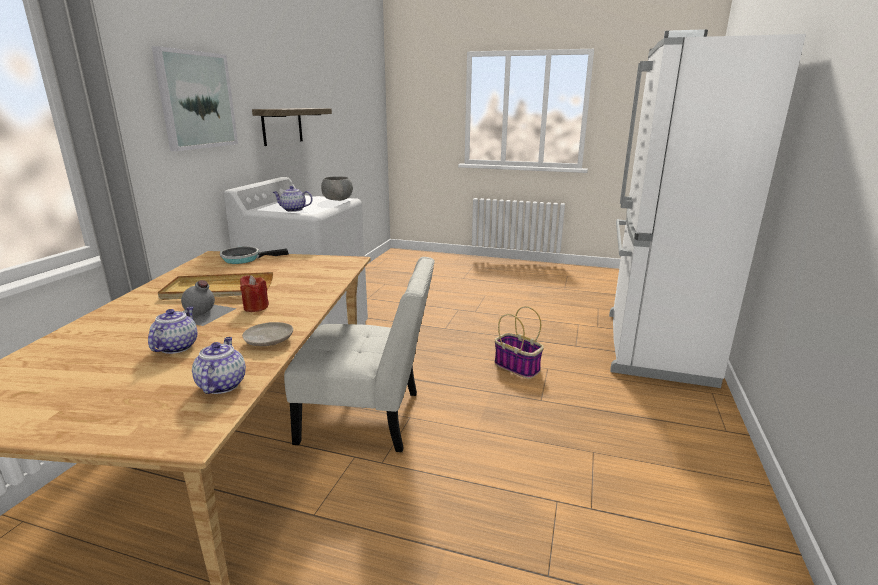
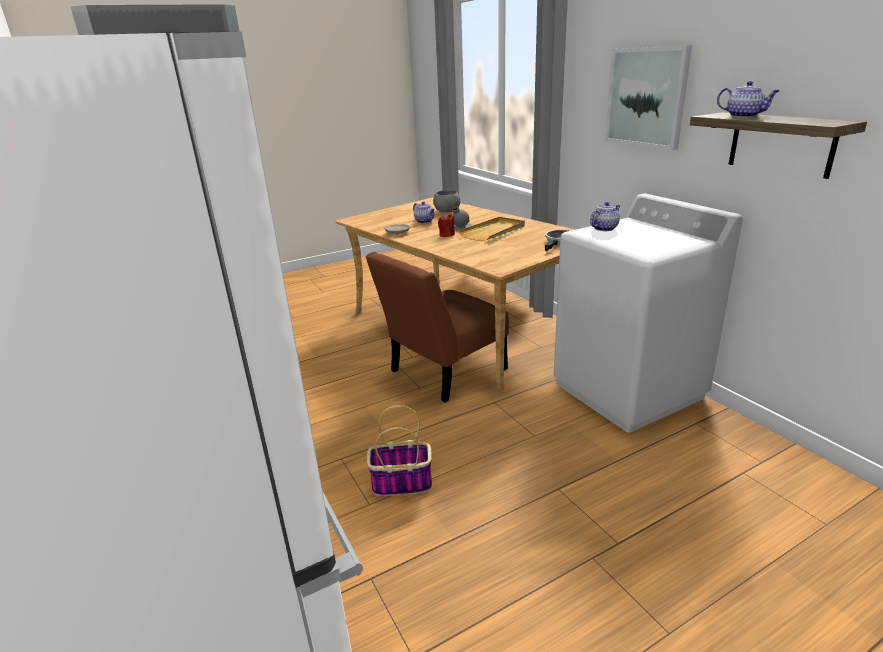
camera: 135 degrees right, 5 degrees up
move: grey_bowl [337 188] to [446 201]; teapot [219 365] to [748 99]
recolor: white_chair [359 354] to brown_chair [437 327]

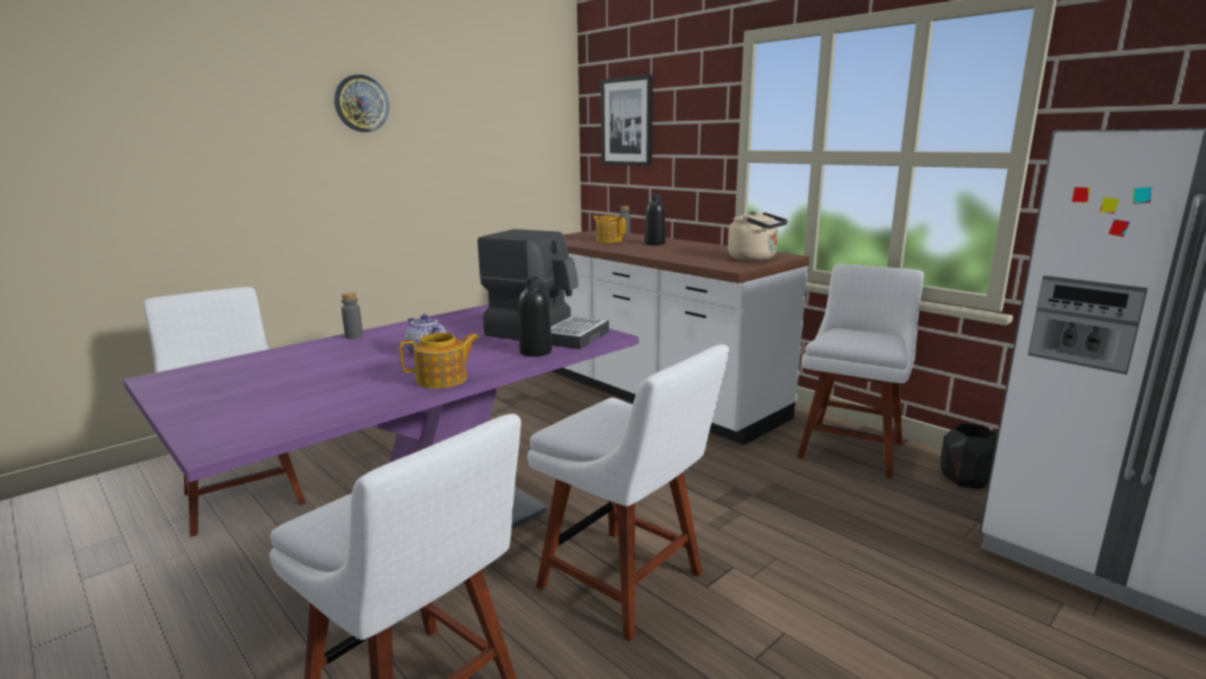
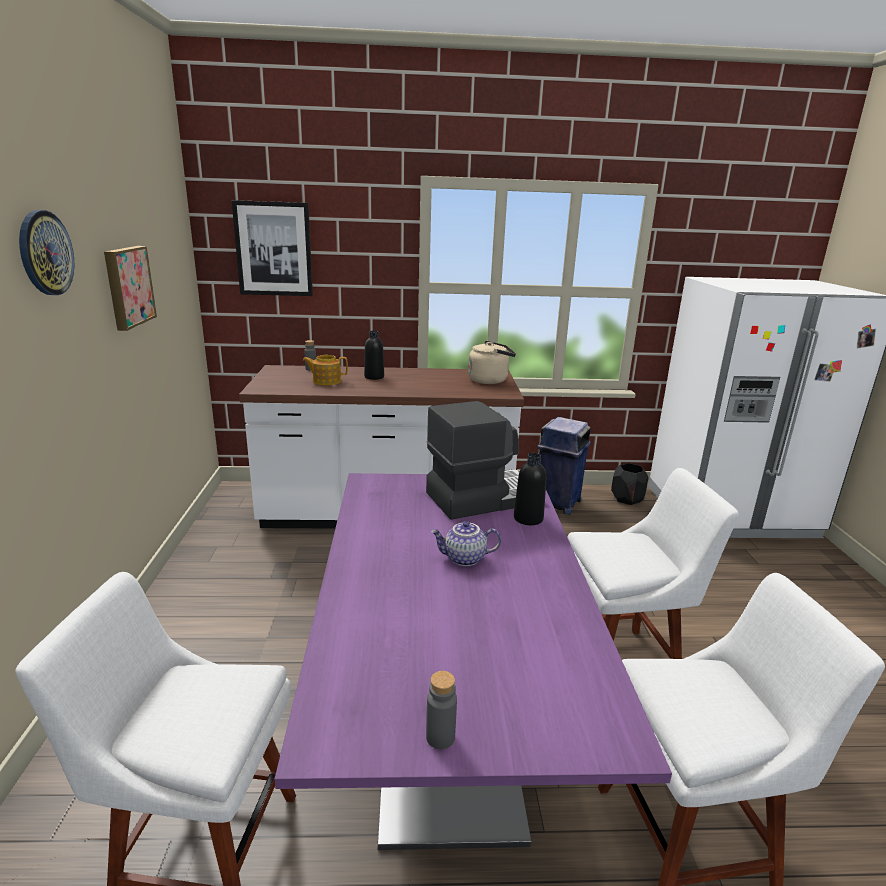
camera: 50 degrees left, 5 degrees up
delete: teapot [440 361]
insert: picture [130 288]
move: grey_bottle [352 315] to [441 710]
replace: white_chair [860 371] to blue_trash_can [564 466]

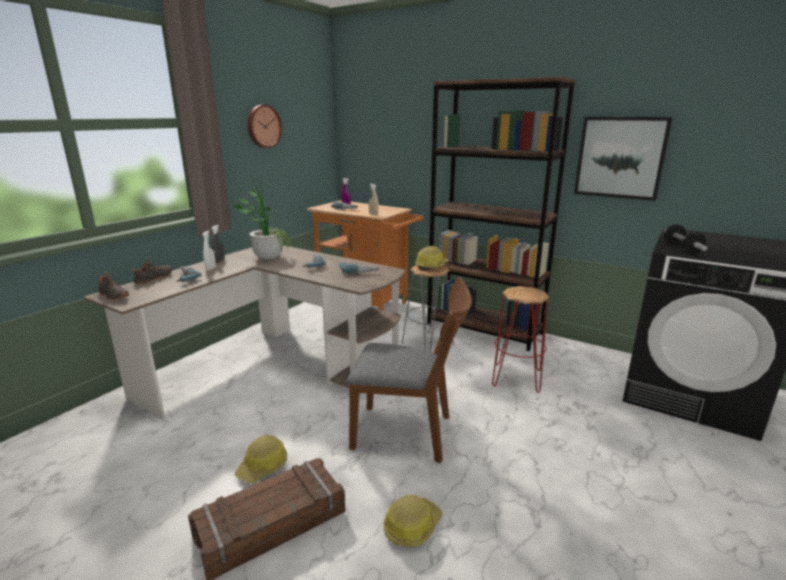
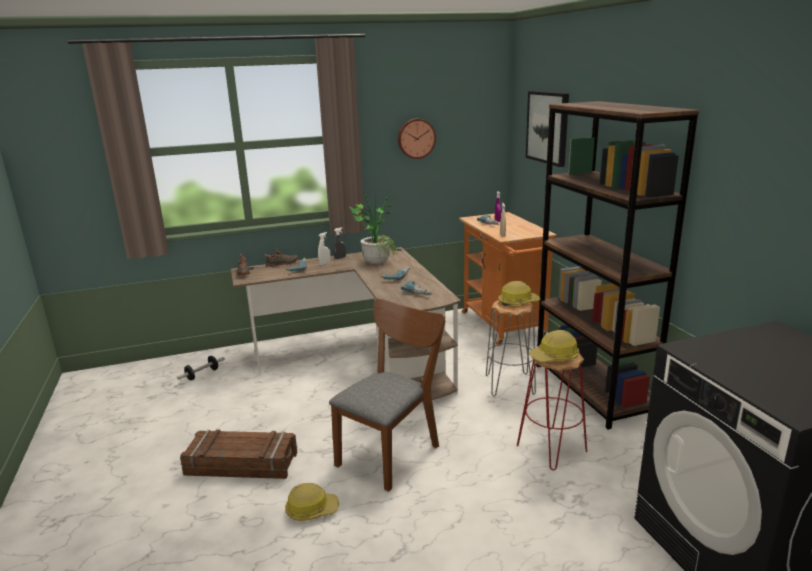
camera: 40 degrees right, 0 degrees up
move: picture [623 159] to [547 129]; dumbbell [685 239] to [201 368]; hard_hat [261 459] to [554 346]
rotate: brown_chair [409 370] = [387 395] 105 degrees counterclockwise

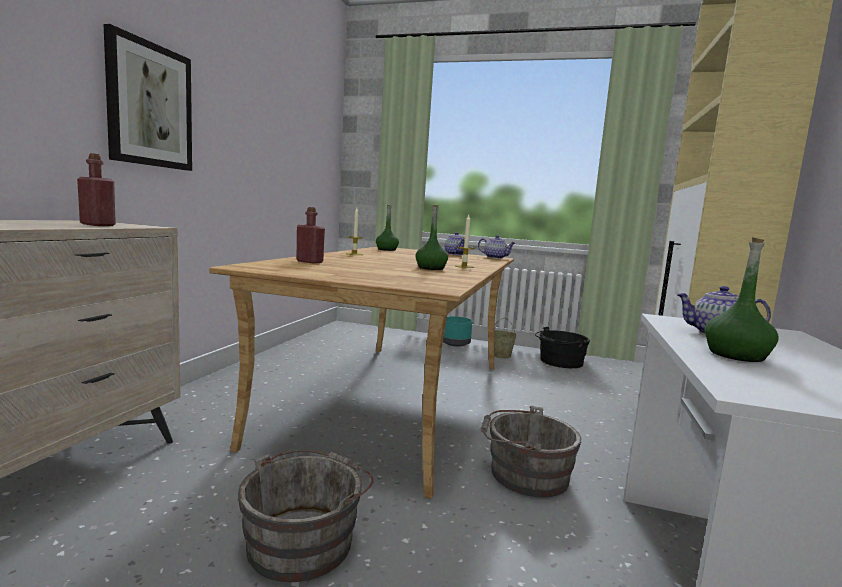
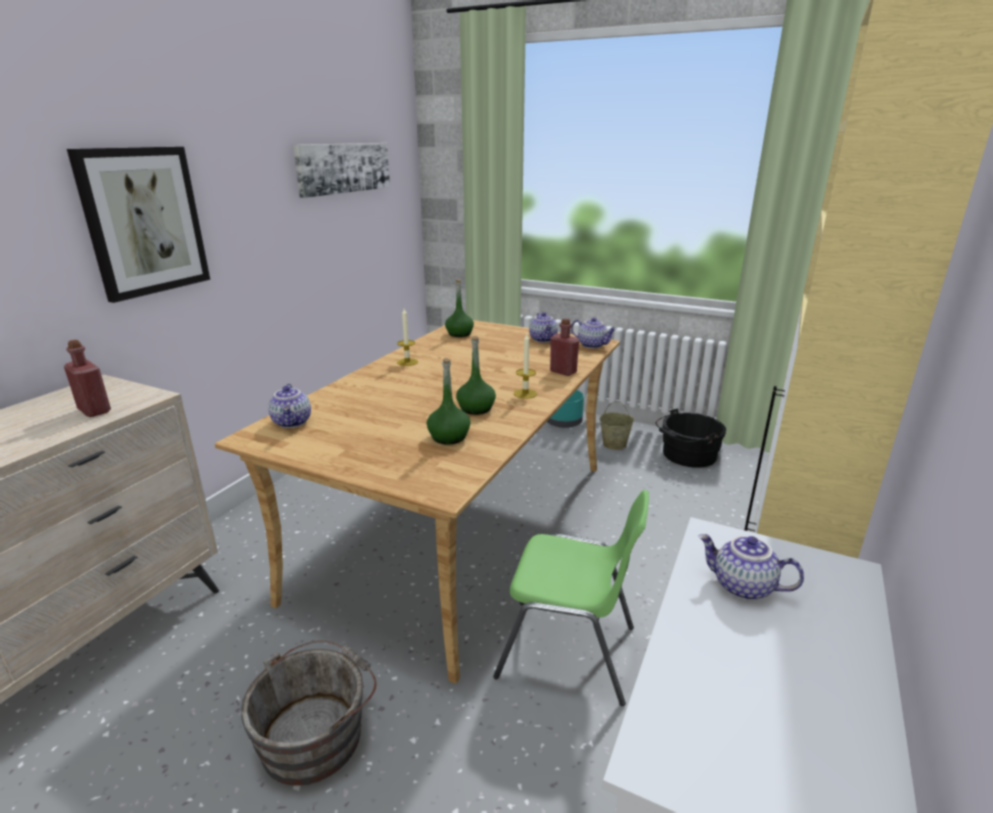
camera: 10 degrees right, 15 degrees up
insert: picture [341 170]; teapot [289 406]
move: red_bottle [310 235] to [565 347]; green_bottle [742 299] to [449 401]
replace: grey_bucket [531 451] to green_chair [571 598]

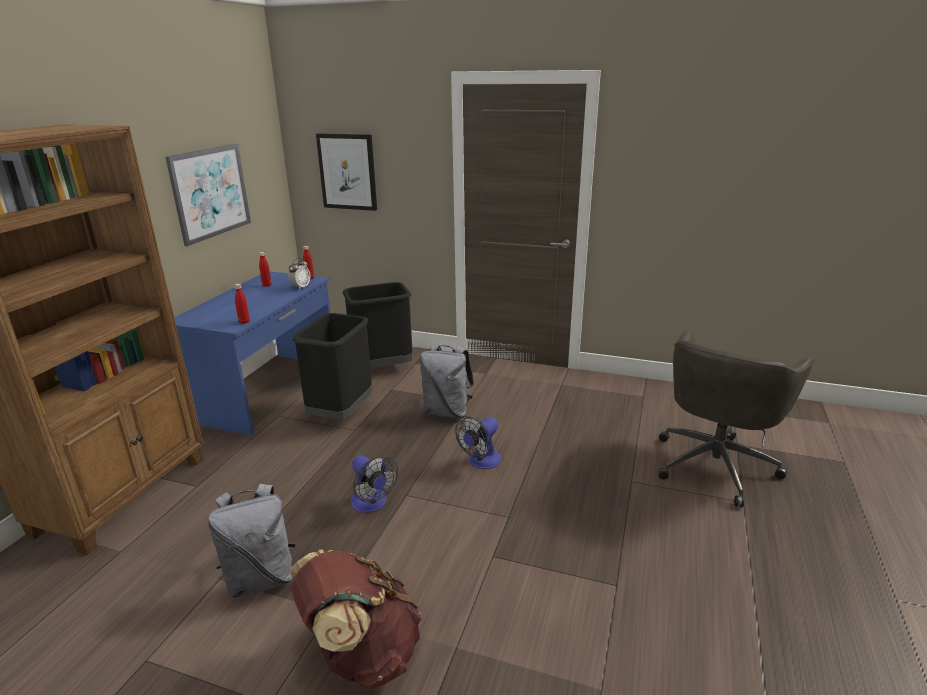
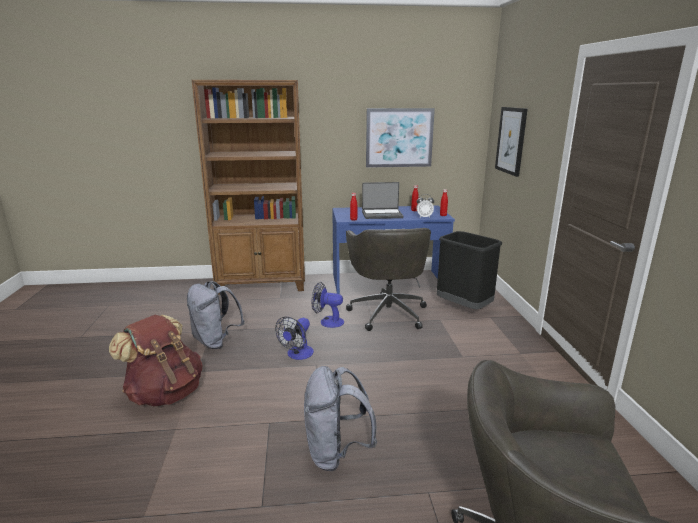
camera: 65 degrees right, 5 degrees down
insert: laptop [382 200]
move: grey_backpack [447 381] to [340 418]; fan [478 442] to [328 305]
replace: black_trash_can [332 366] to grey_office_chair [388 279]

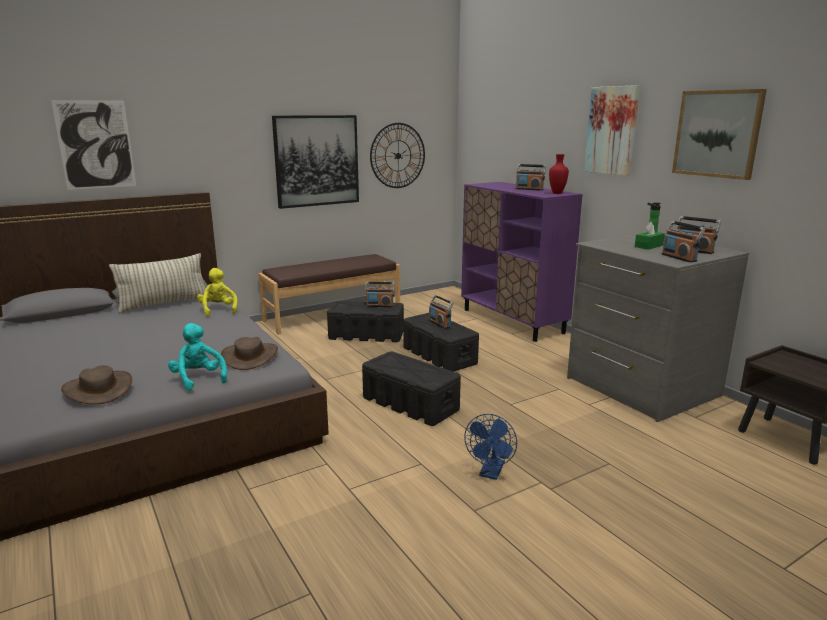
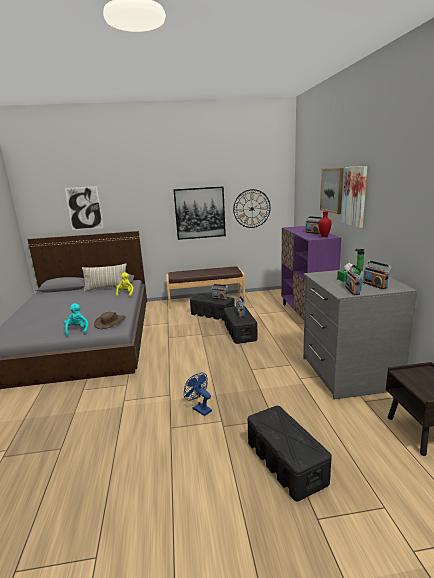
camera: 25 degrees right, 0 degrees up
delete: brown_hat [96 384]
move: picture [719 134] to [332 191]; black_storage_box [411 388] to [290 453]
rotate: blue_fan [490 447] = [198 394] 90 degrees clockwise

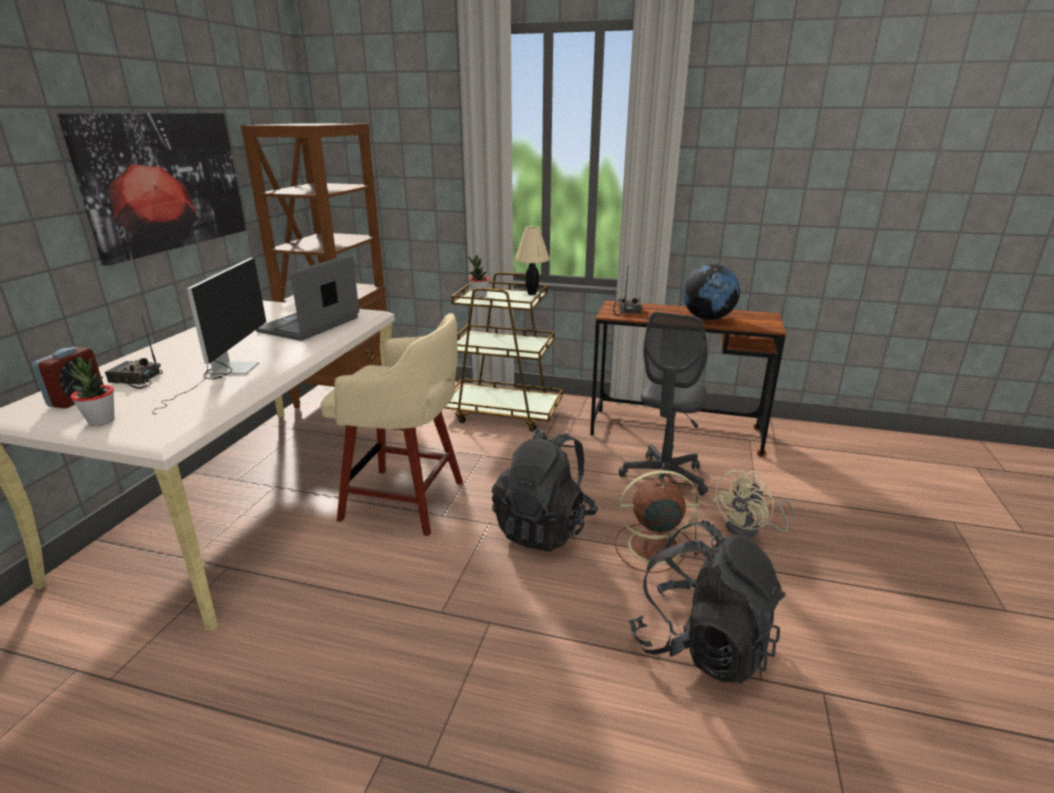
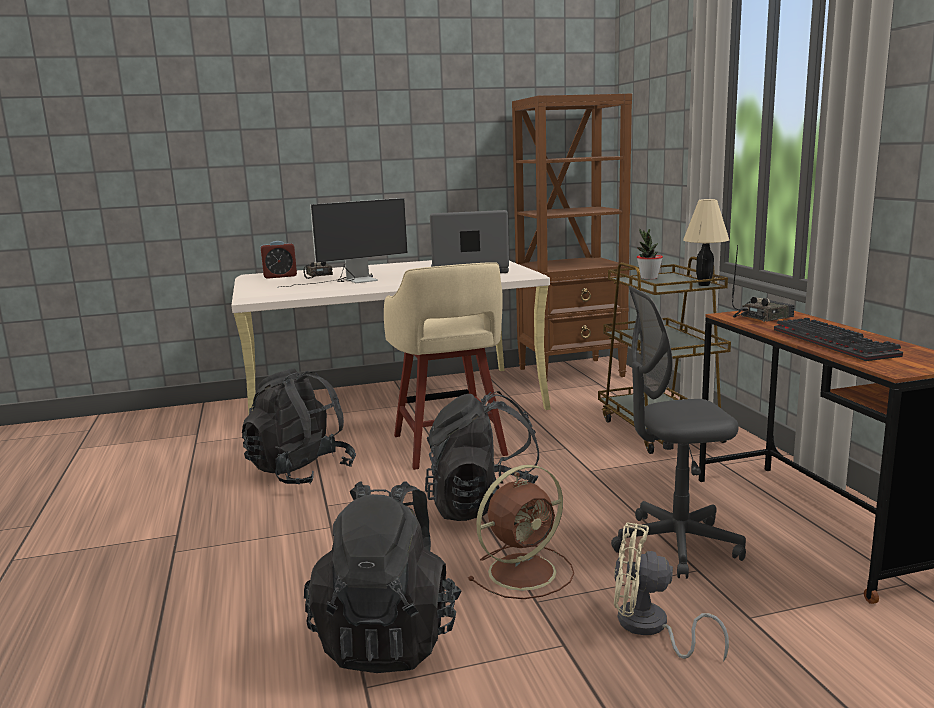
camera: 60 degrees right, 10 degrees down
delete: picture [152 189]; potted_plant [92 390]
insert: black_backpack [299 426]
replace: globe [711 292] to keyboard [838 339]
rotate: brown_fan [657 521] = [521 532] 90 degrees clockwise

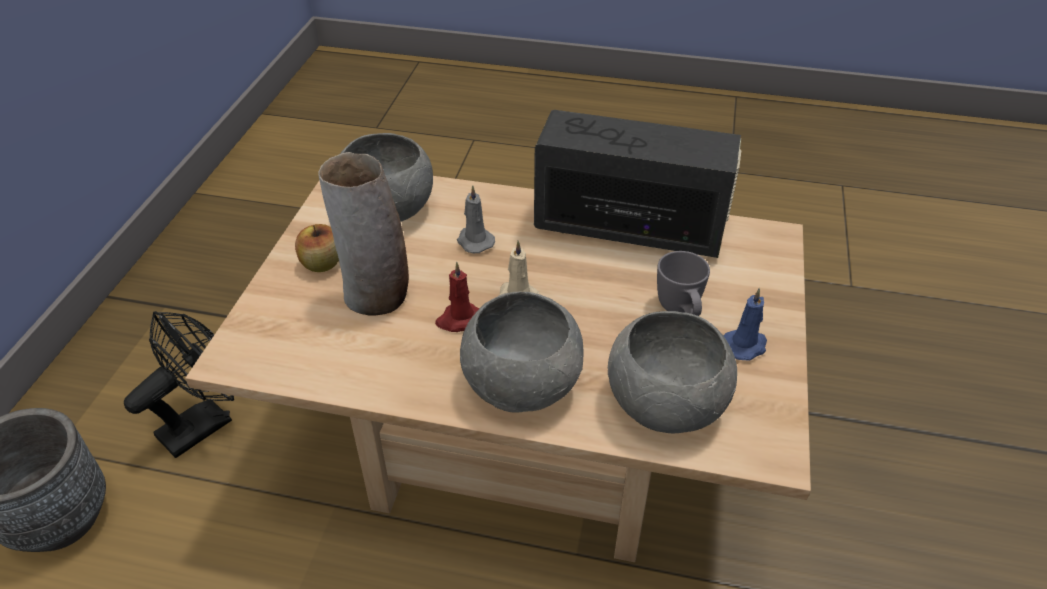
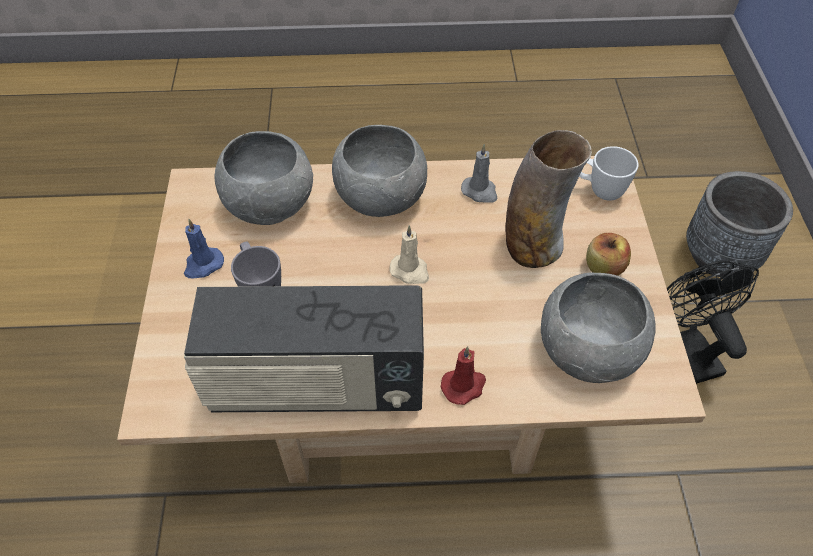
camera: 165 degrees right, 10 degrees up
insert: white_mug [609 173]
move: grey_candle [476 219] to [479 173]; red_candle [457 297] to [463 375]
rotate: black_fan [179 384] = [713 322] 135 degrees clockwise

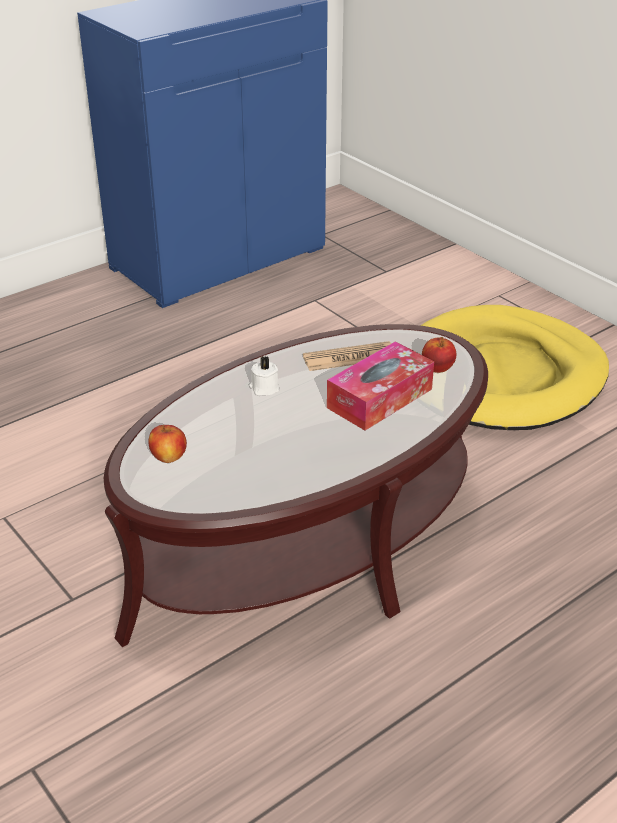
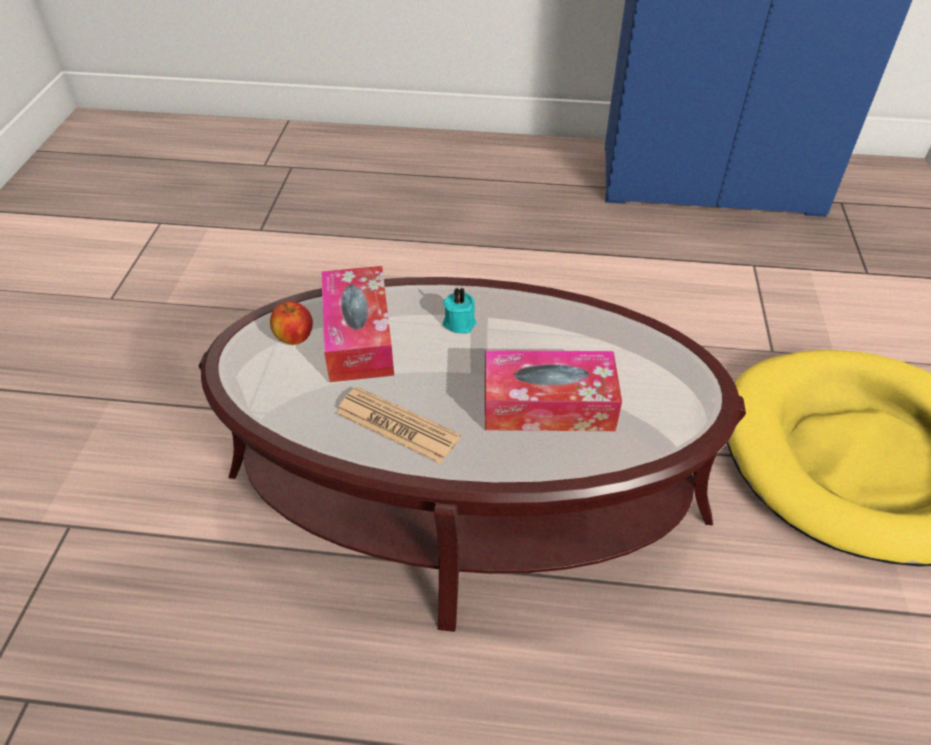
camera: 45 degrees right, 10 degrees up
delete: apple [439 355]
insert: tissue_box [357 324]
move: newspaper [347 356] to [398 425]
recolor: white_candle [264 376] to turquoise_candle [459 310]

